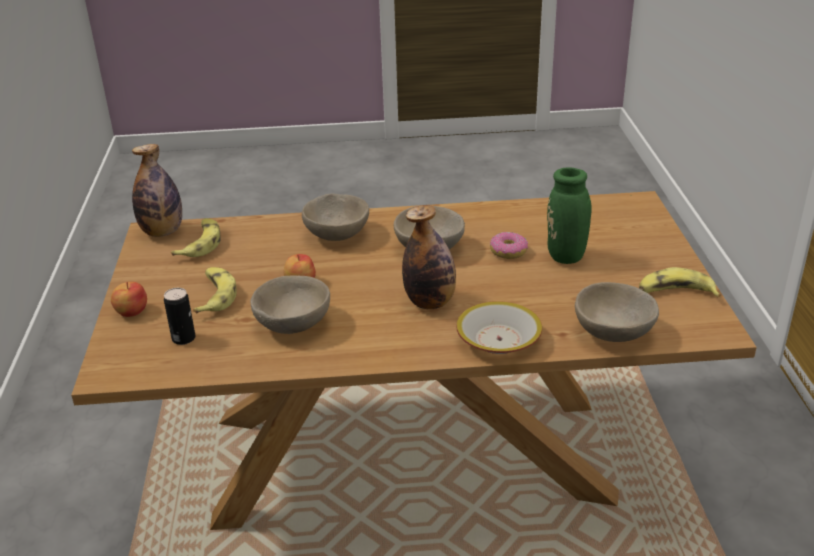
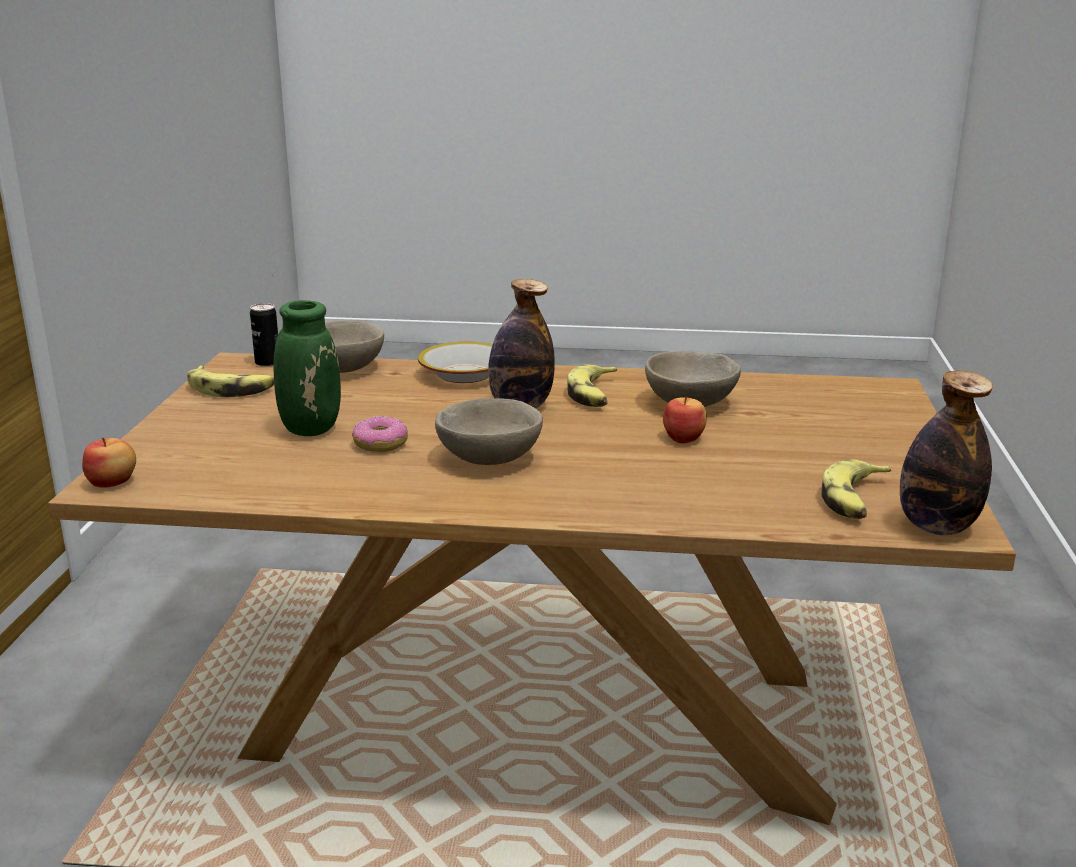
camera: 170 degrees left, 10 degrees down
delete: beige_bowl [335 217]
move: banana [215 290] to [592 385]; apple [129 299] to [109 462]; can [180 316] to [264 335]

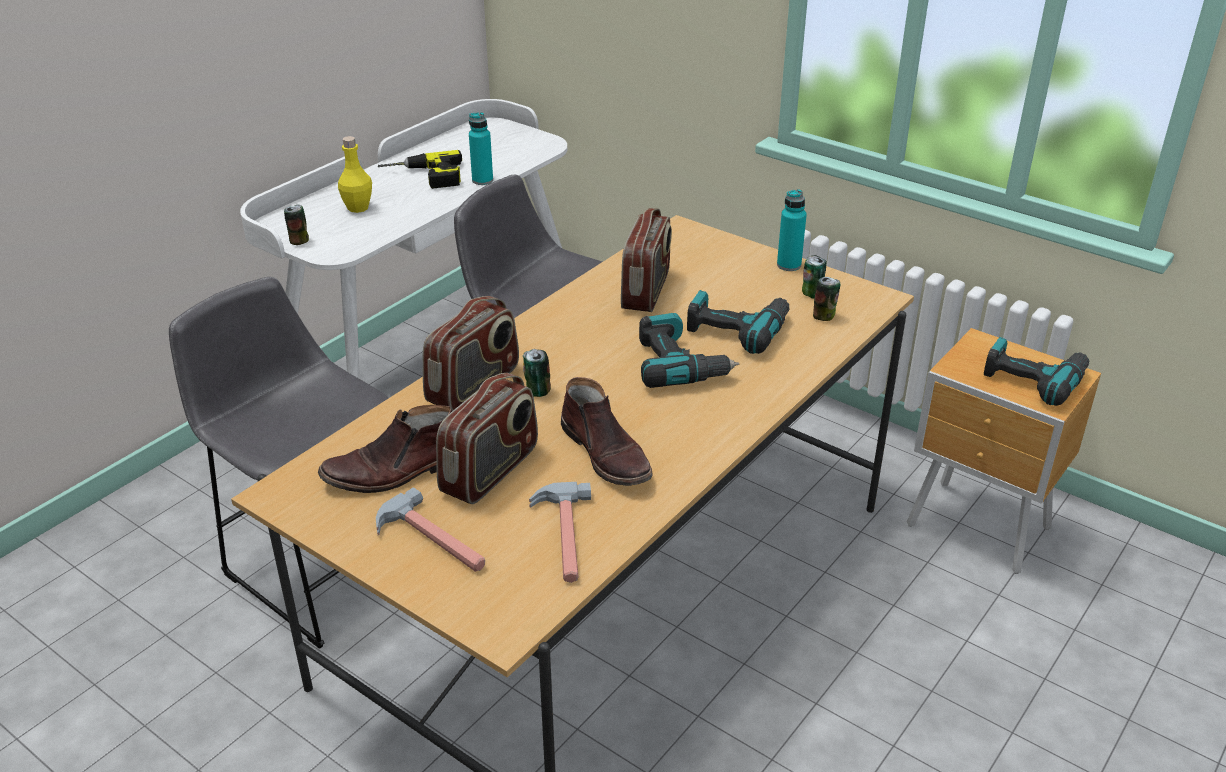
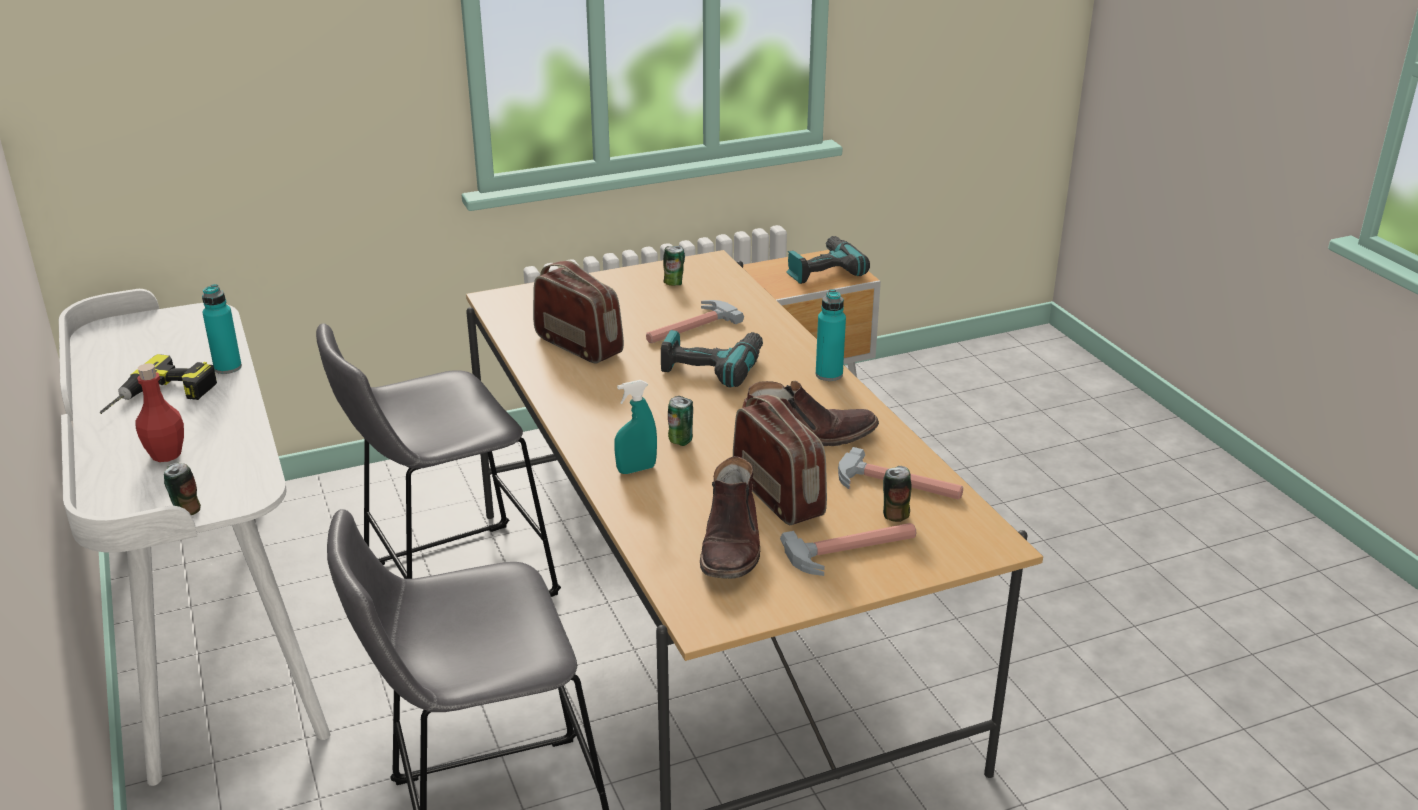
camera: 60 degrees left, 5 degrees down
move: turquoise_bottle [792 230] to [831 335]; can [826 299] to [897 494]
replace: power_drill [738 322] to hammer [695 321]; radio [471 353] to turquoise_spray_bottle [635 427]
recolor: yellow_bottle [355 174] to red_bottle [159 412]

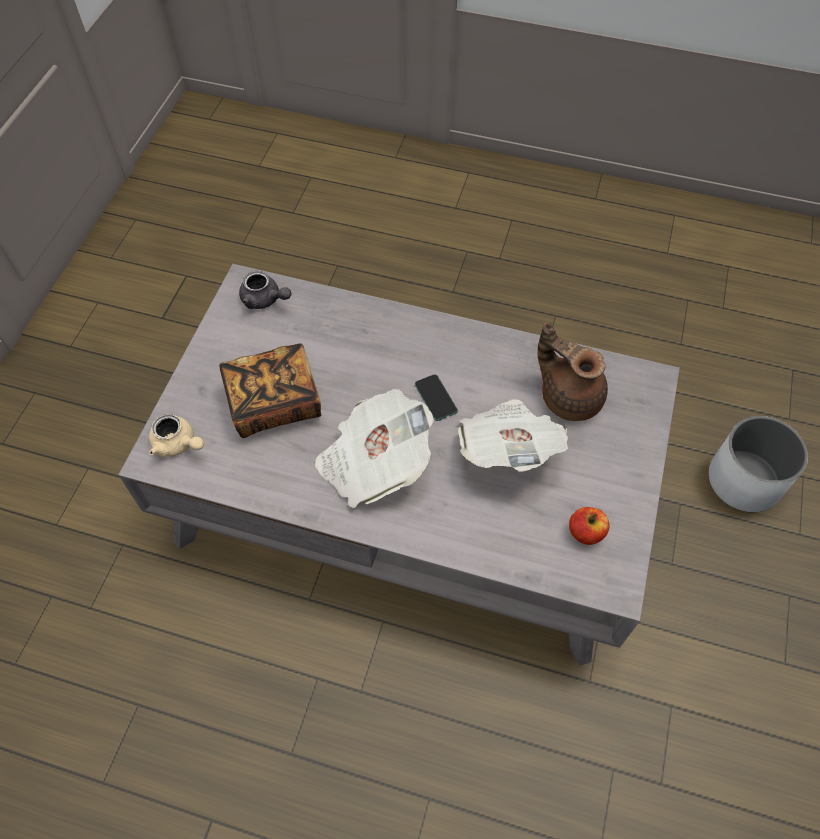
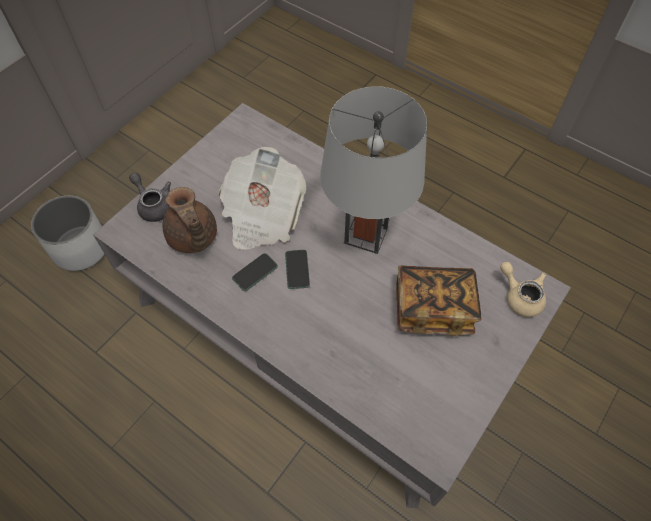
camera: 160 degrees left, 0 degrees up
delete: apple [589 526]
insert: phone [255 272]
move: grey_teapot [265 290] to [150 197]
replace: newspaper [374 448] to grey_table_lamp [373 170]

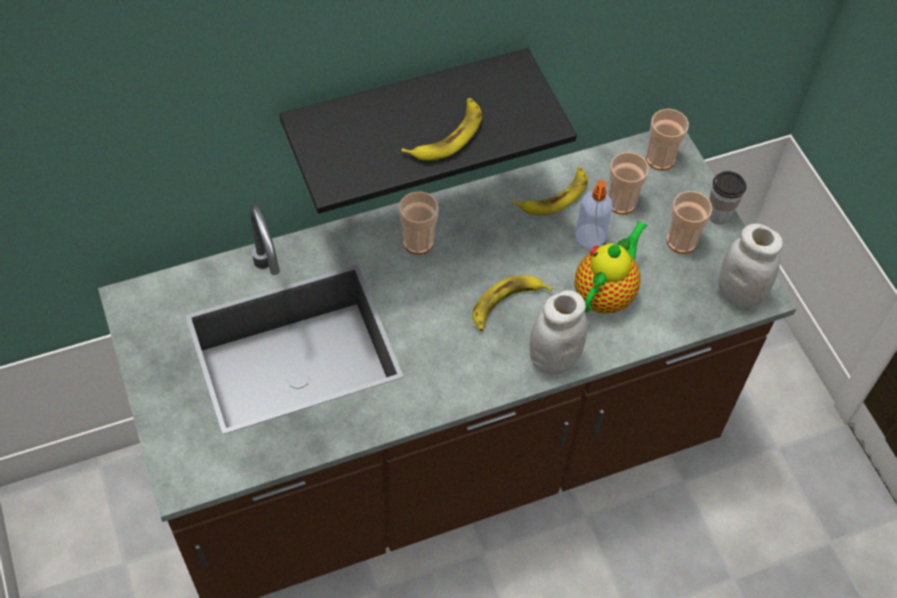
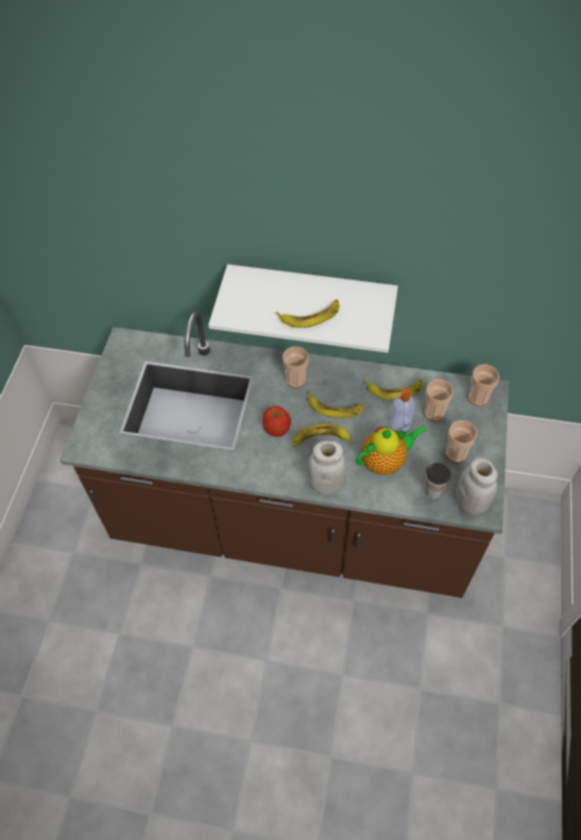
camera: 35 degrees right, 0 degrees up
insert: banana [336 405]; apple [277 421]
move: cup [728 198] to [438 481]
recolor: black_shelf [428 131] to white_shelf [303 308]

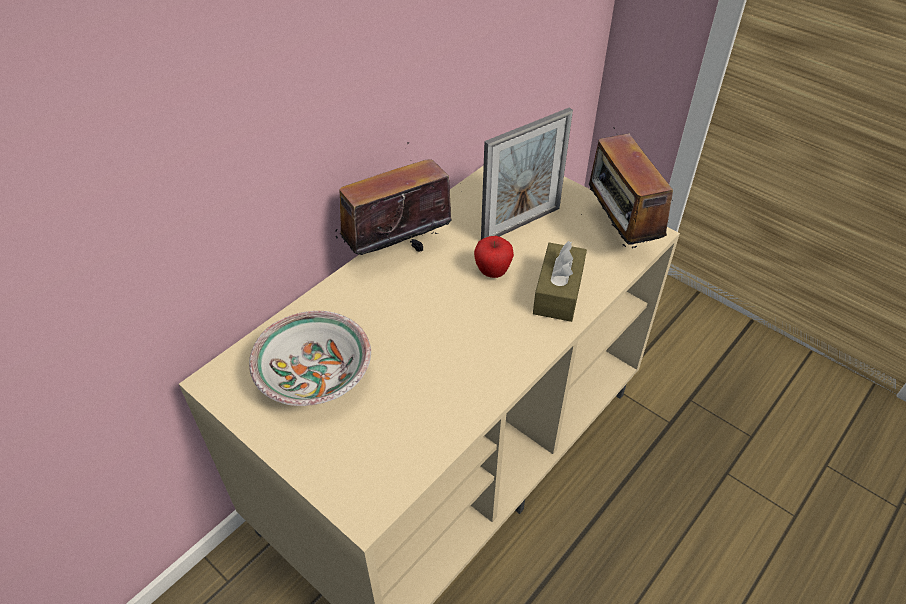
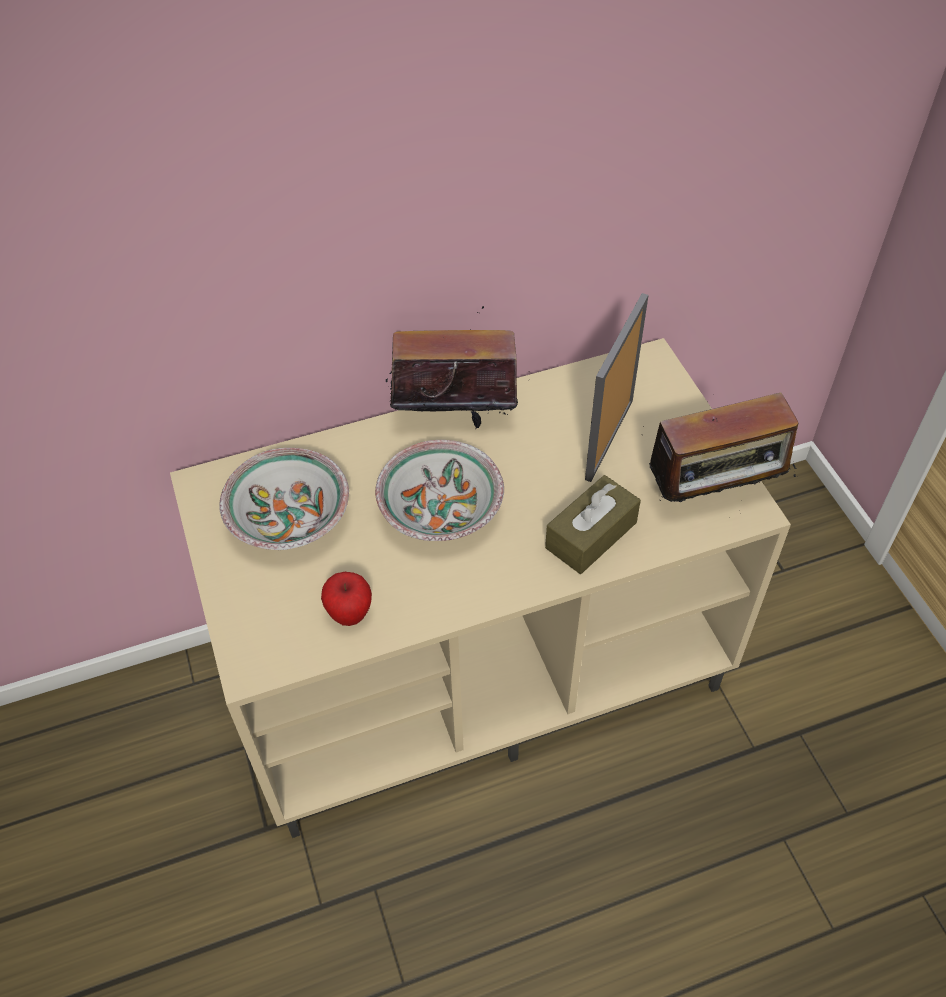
camera: 30 degrees right, 5 degrees up
insert: bowl [439 490]
move: apple [494 257] to [346 599]
rotate: picture_frame [527 173] = [616 387] 120 degrees clockwise; radio [627 189] = [720 447] 120 degrees counterclockwise

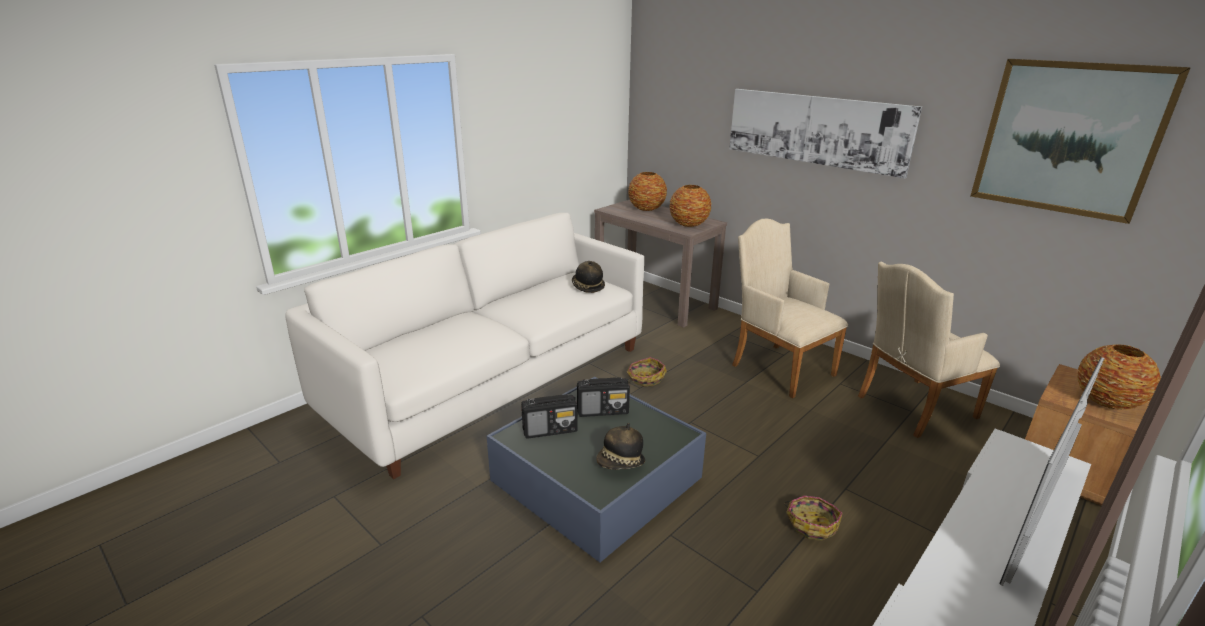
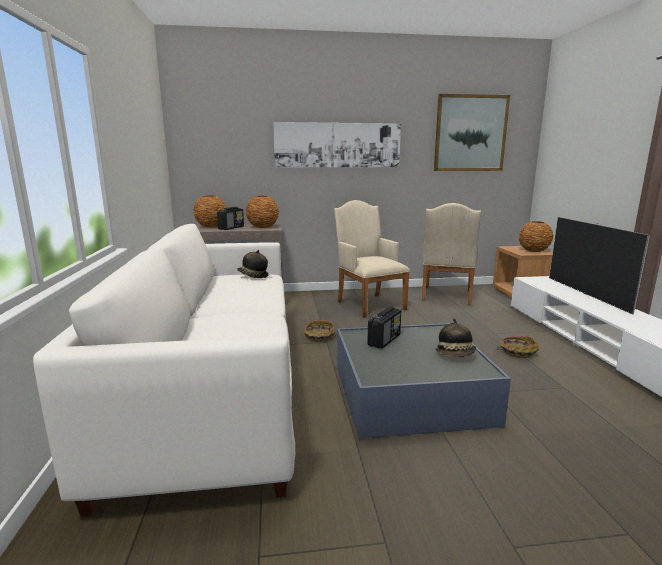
camera: 50 degrees left, 10 degrees down
move: radio [549 416] to [230 218]
rotate: beige_armchair [790 308] = [372 259] 60 degrees clockwise

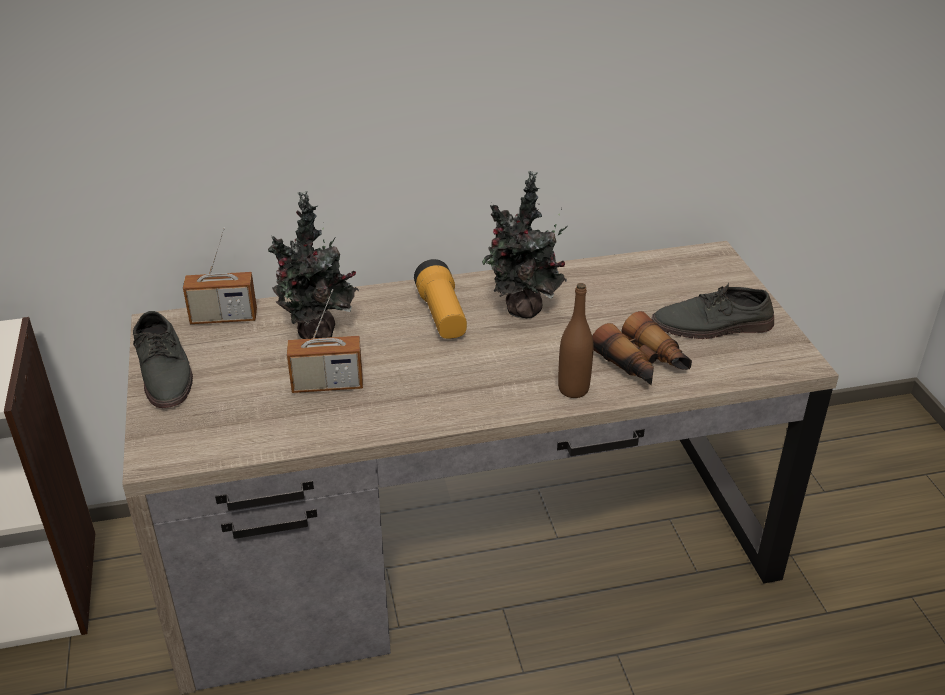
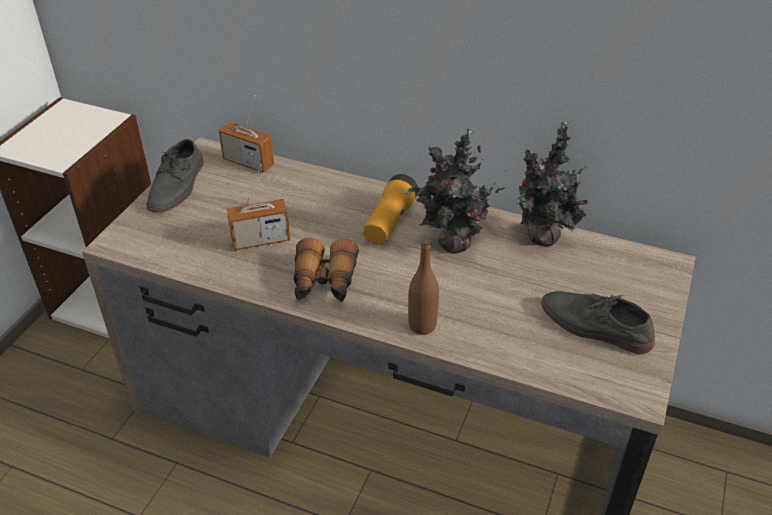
camera: 35 degrees right, 5 degrees up
move: potted_plant [313 265] to [552 183]; binoculars [642 348] to [326 270]
rotate: radio [325 341] = [258 207] 45 degrees counterclockwise

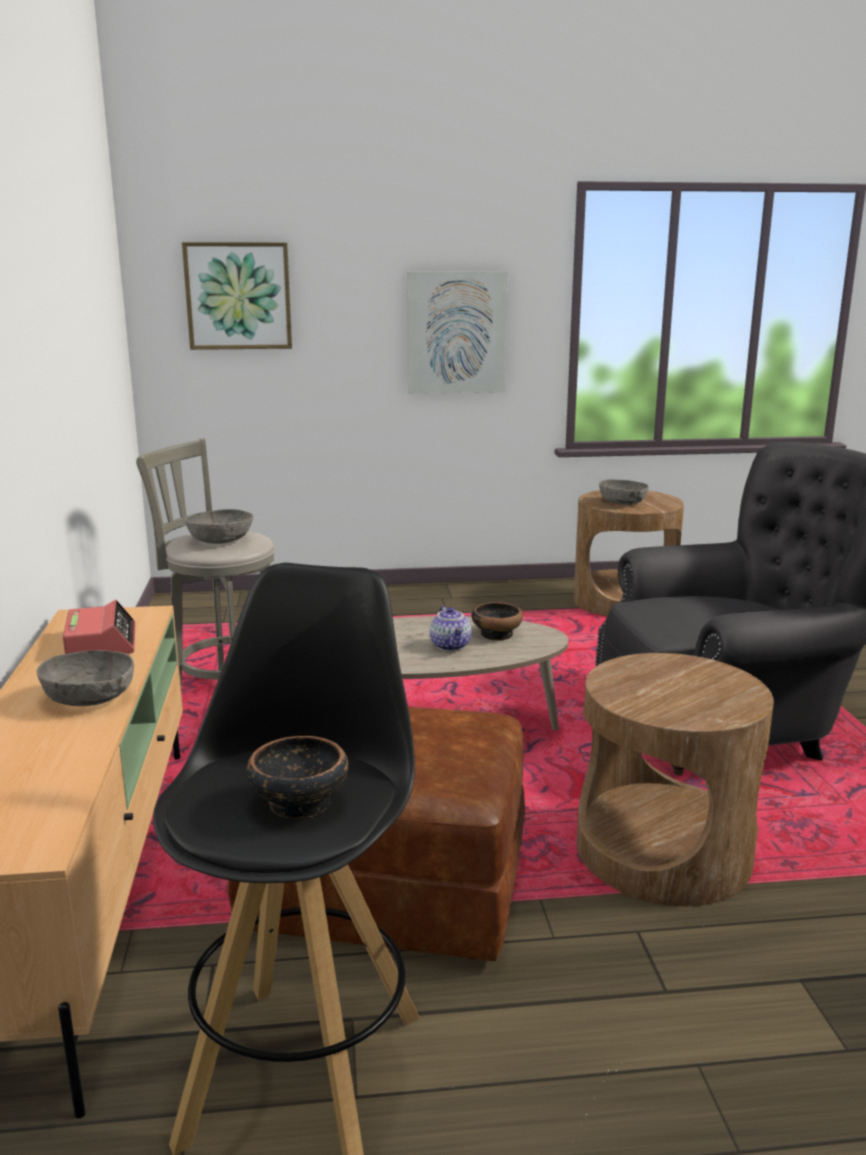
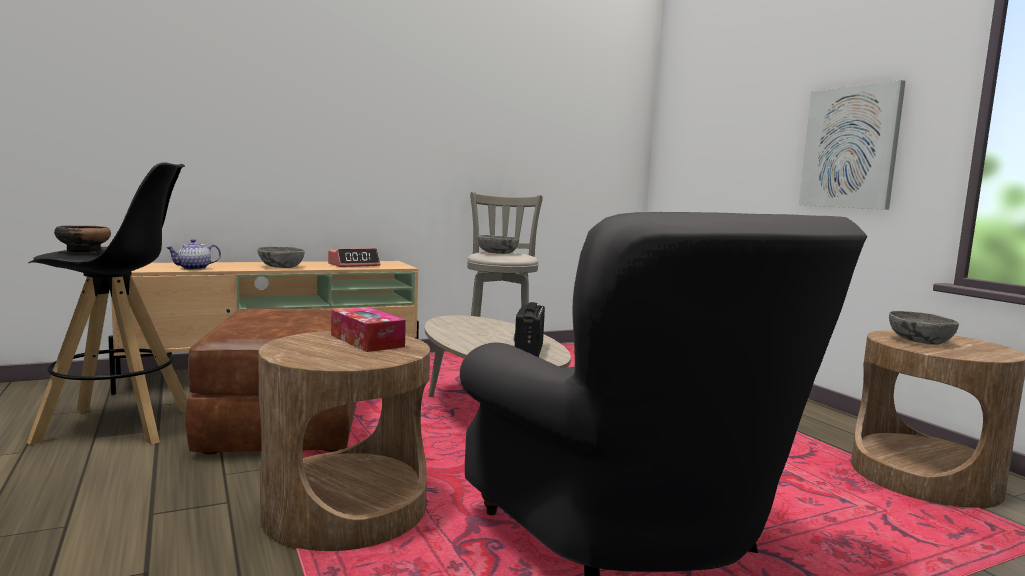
camera: 70 degrees right, 10 degrees down
delete: picture [237 296]
insert: tissue_box [368 329]
move: teapot [451 628] to [193 254]
replace: bowl [497 621] to radio [529 329]

